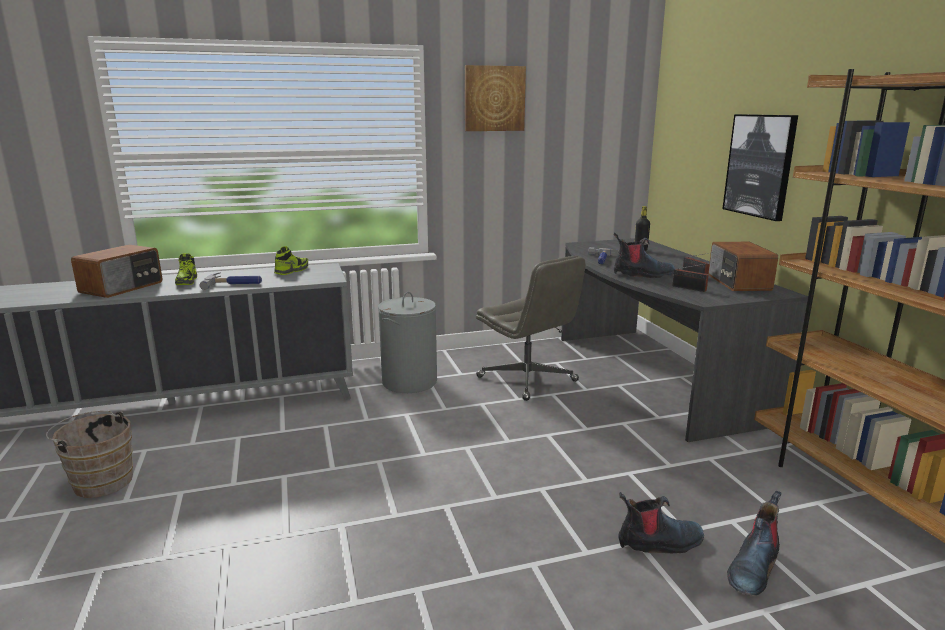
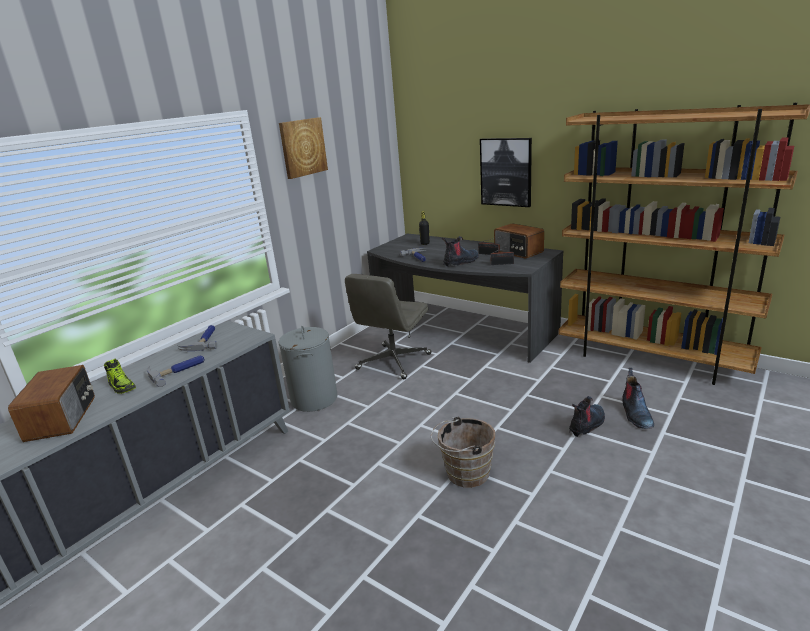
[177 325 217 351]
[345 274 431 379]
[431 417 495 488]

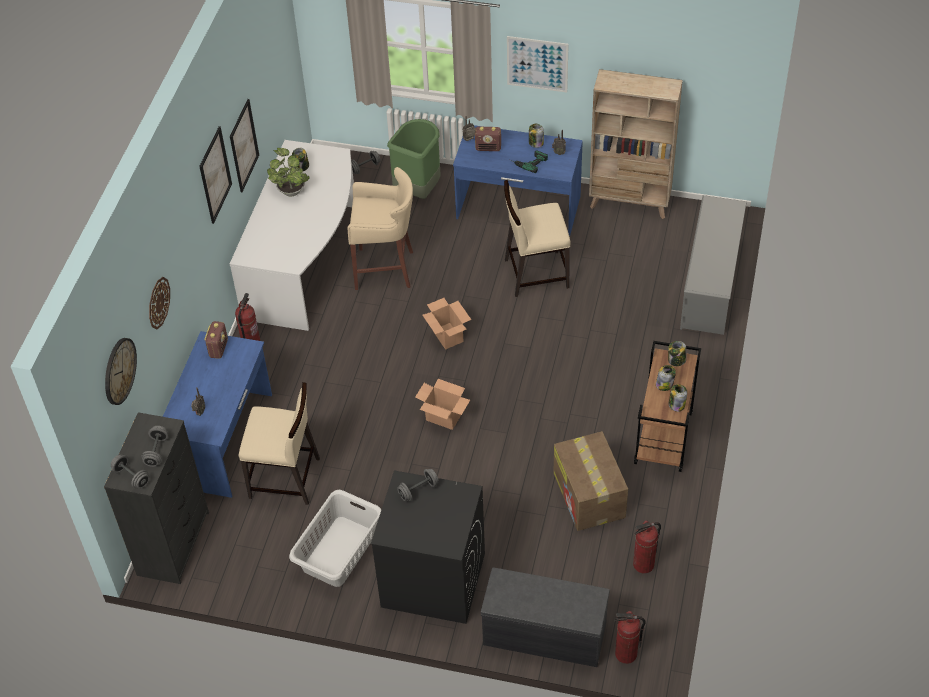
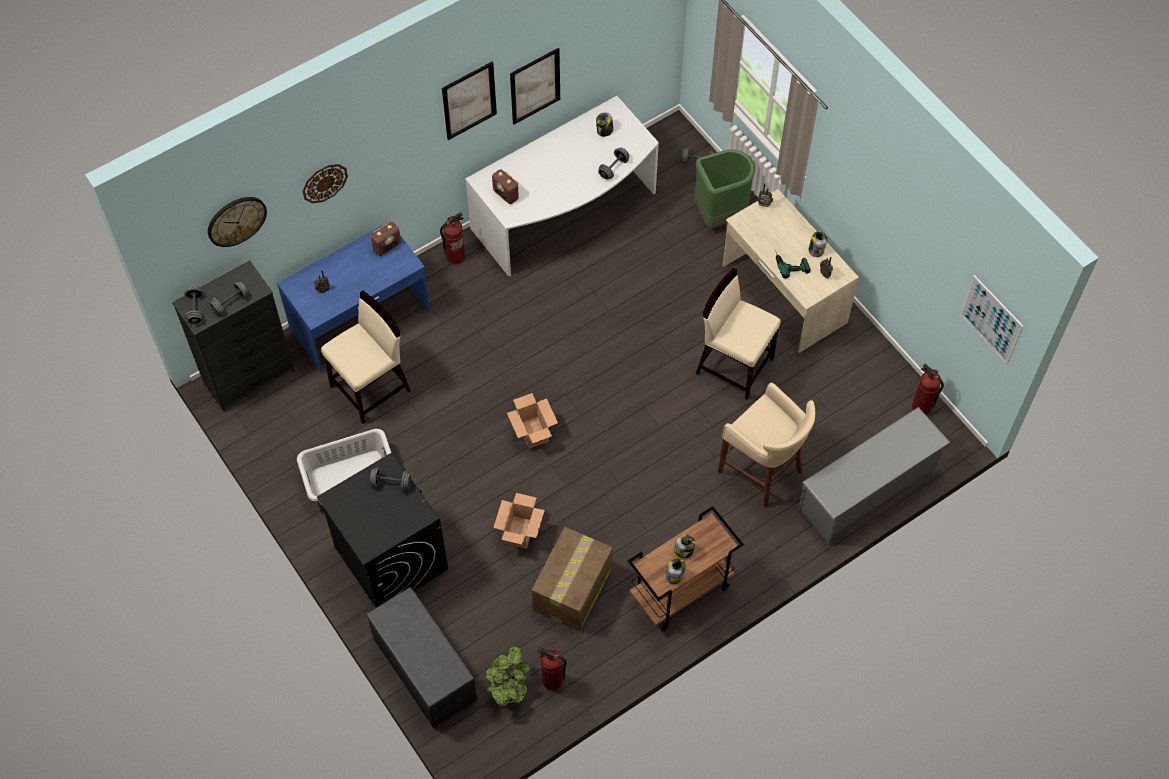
[960 275 1023 364]
[589 69 683 219] (first image)
[722 189 859 353]
[492 169 519 204]
[486 646 530 706]
[718 383 815 508]
[493 493 545 549]
[668 341 686 366] (first image)
[321 291 411 424]
[912 364 944 415]
[598 147 629 180]

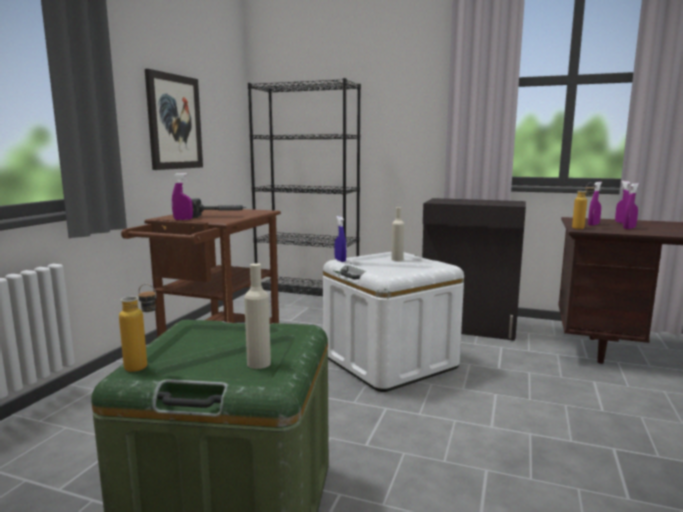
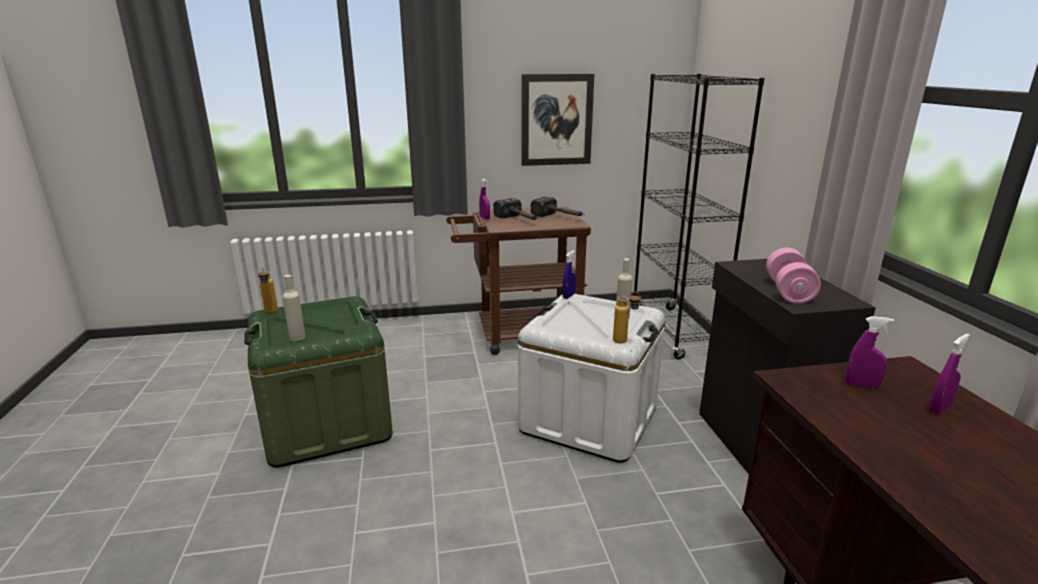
[613 292 641 344]
[623 183 639 229] (first image)
[531 197 585 217]
[766 247 821 304]

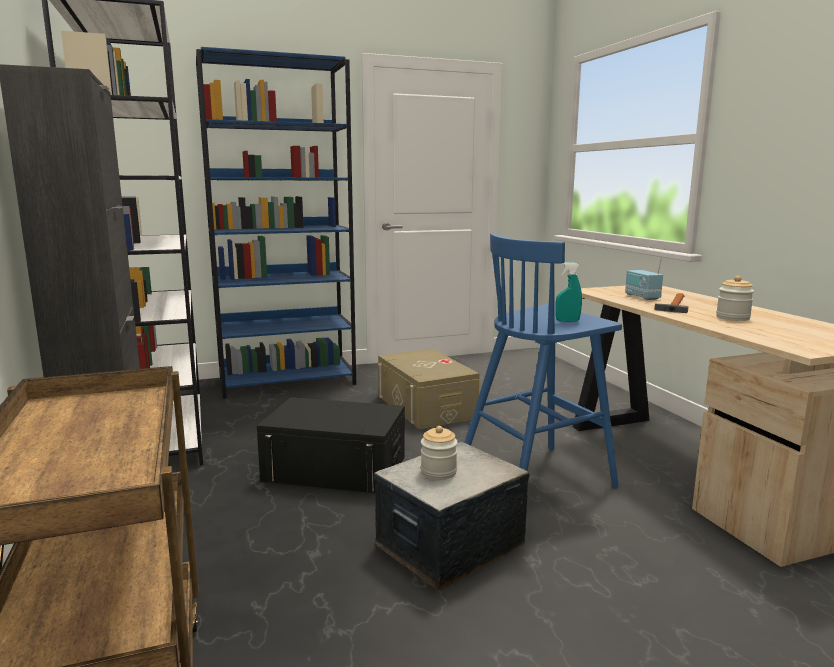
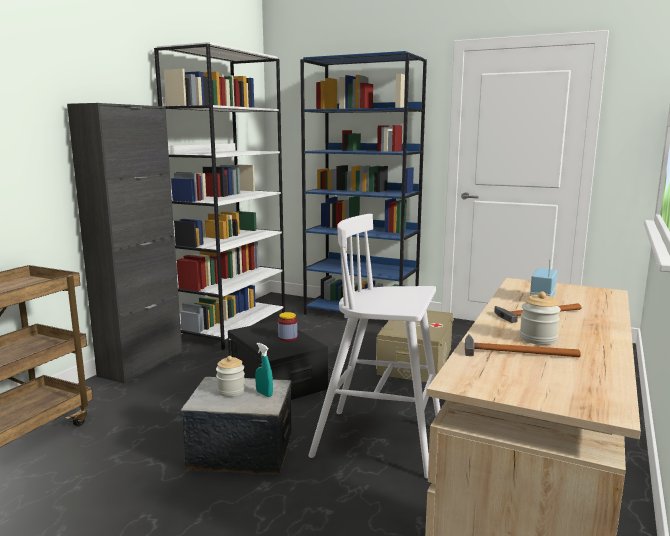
[309 214 440 479]
[255 343 273 397]
[278 312 298 341]
[465 334 581 357]

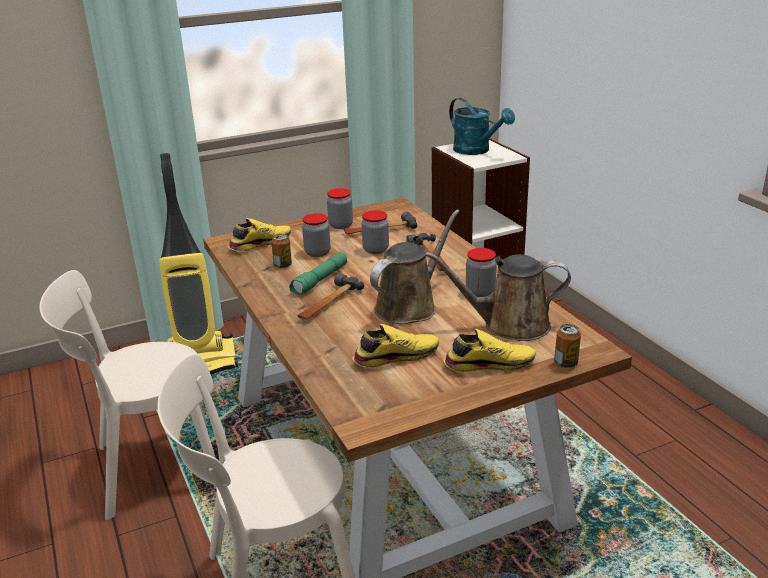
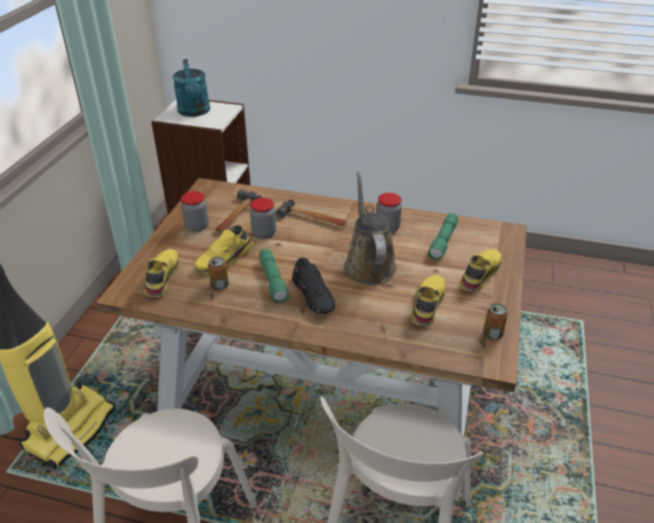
[172 59 210 117]
[194 225 253 273]
[428 213 458 260]
[292 257 335 315]
[483 303 508 340]

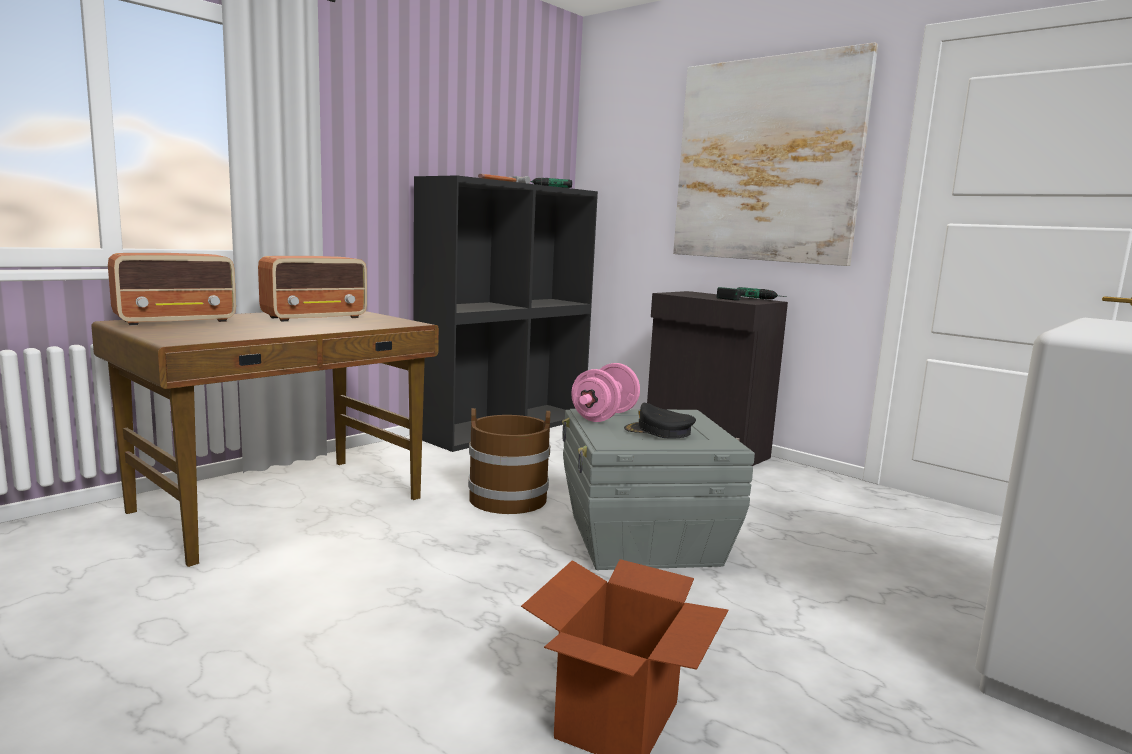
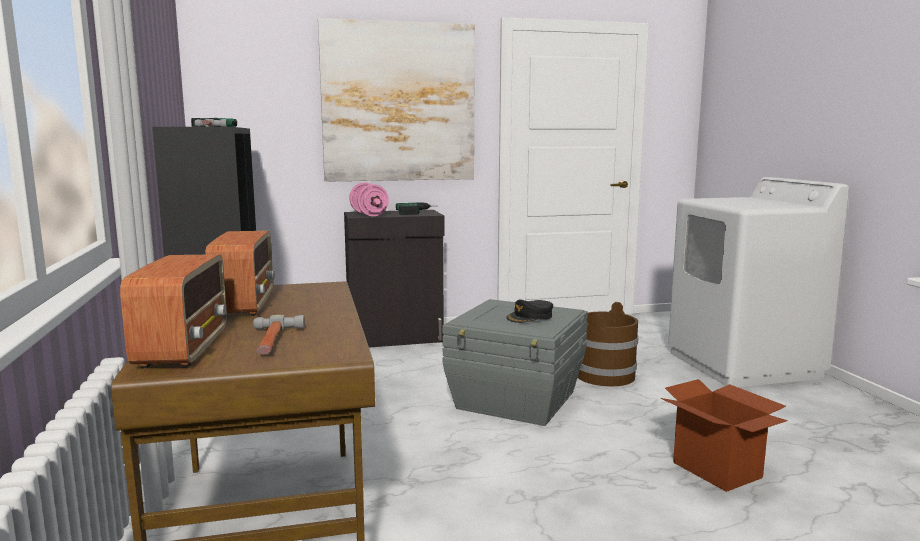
[349 182 389 216]
[578 302 638 386]
[253 315 305 354]

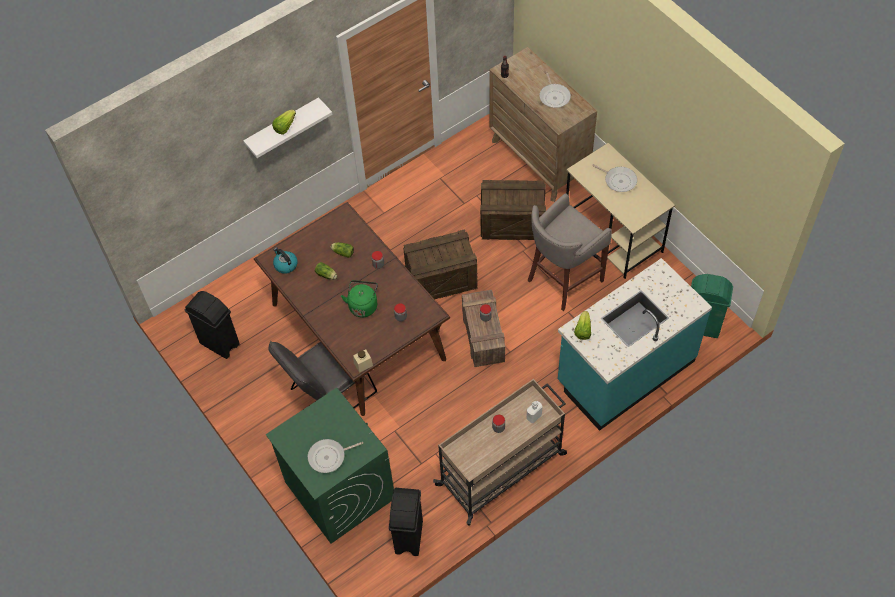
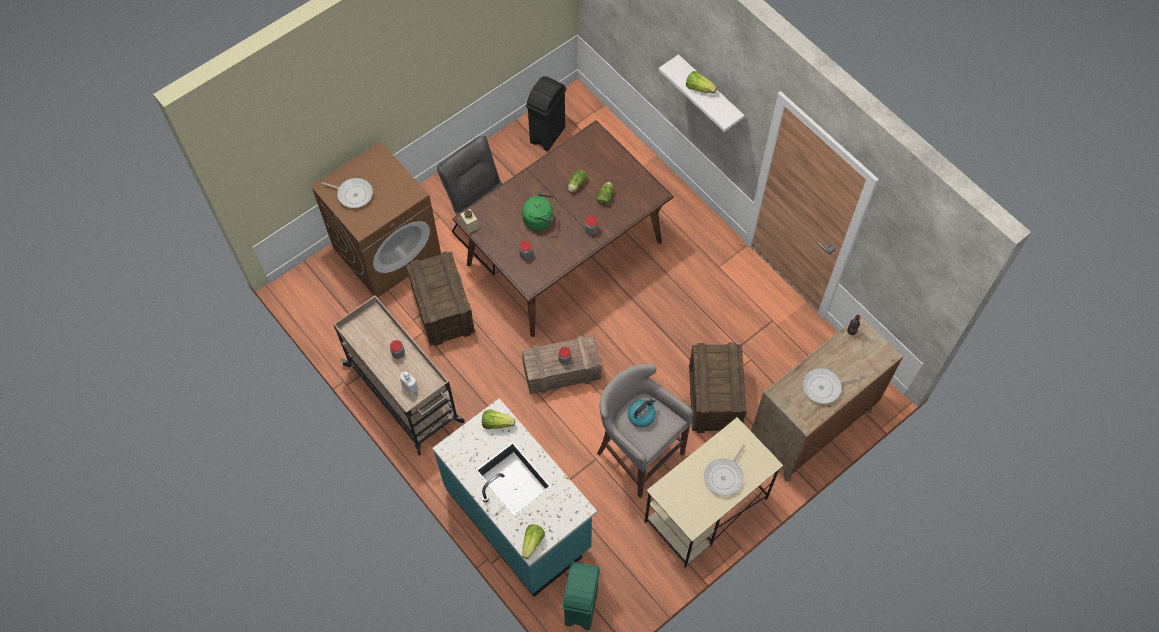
[406 251 475 346]
[628 397 656 427]
[311 141 441 298]
[321 178 373 208]
[389 488 423 556] (first image)
[522 524 545 559]

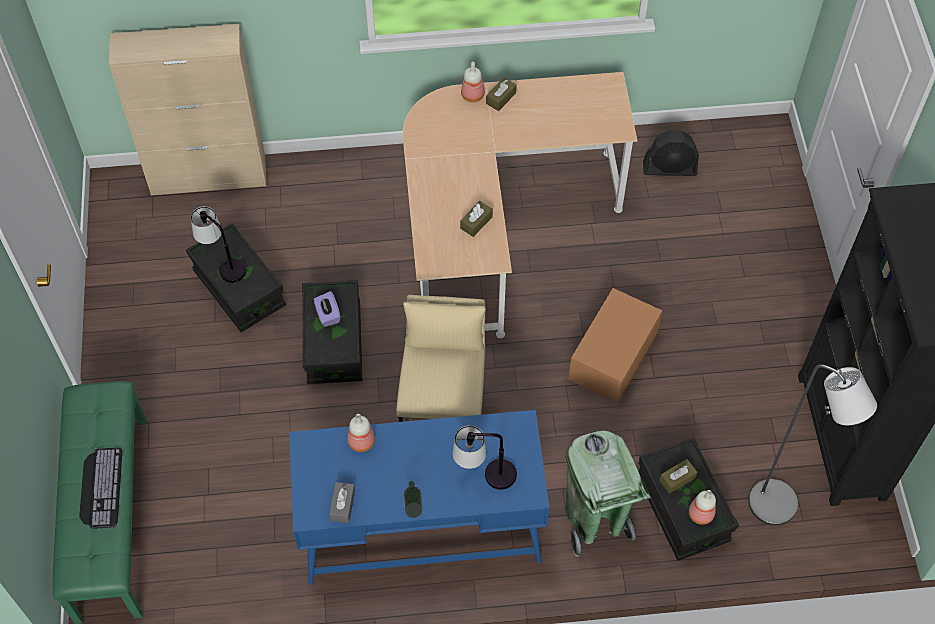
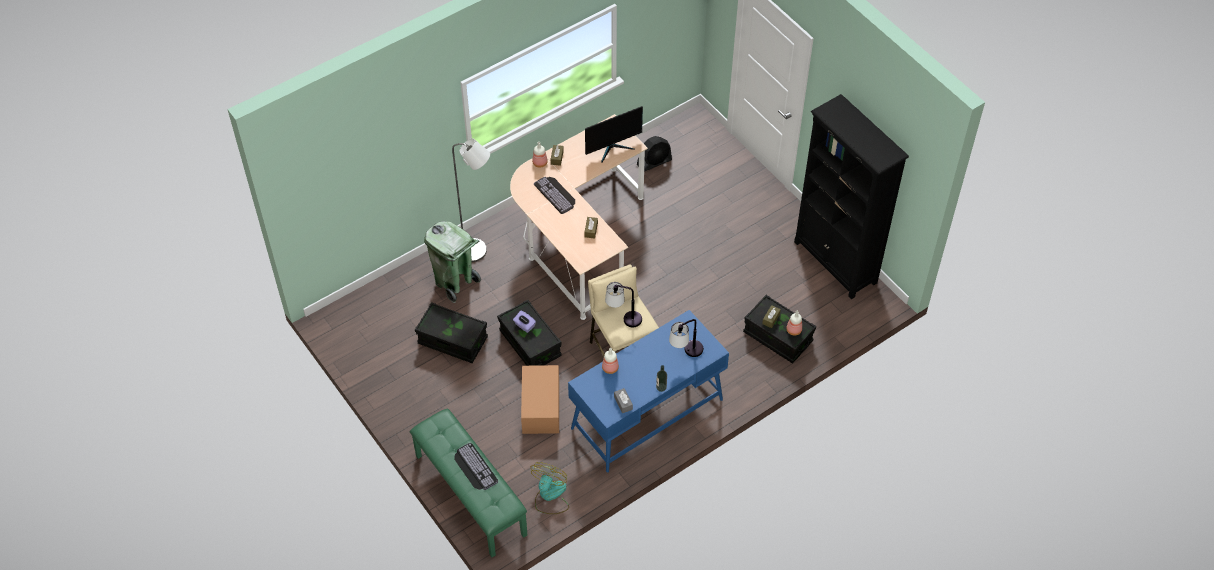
[109 24 266 195] (first image)
[605 282 642 327]
[521 365 559 434]
[452 138 490 262]
[424 221 481 303]
[585 106 643 162]
[534 177 575 214]
[530 462 569 514]

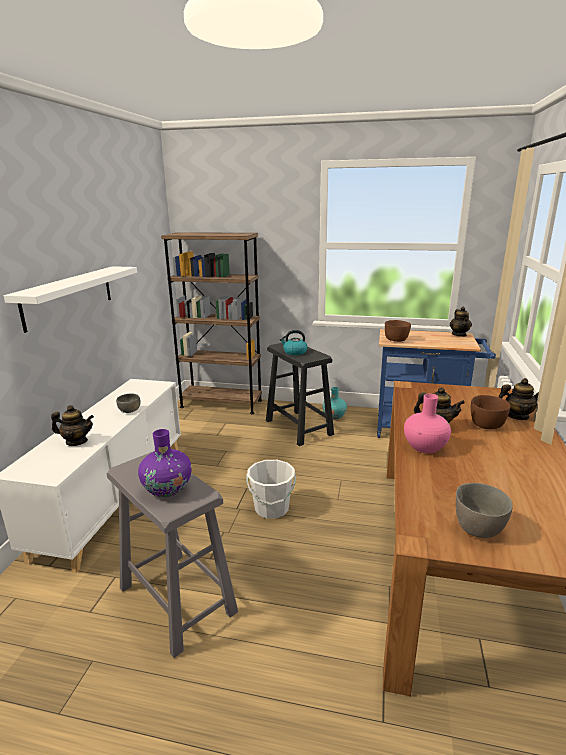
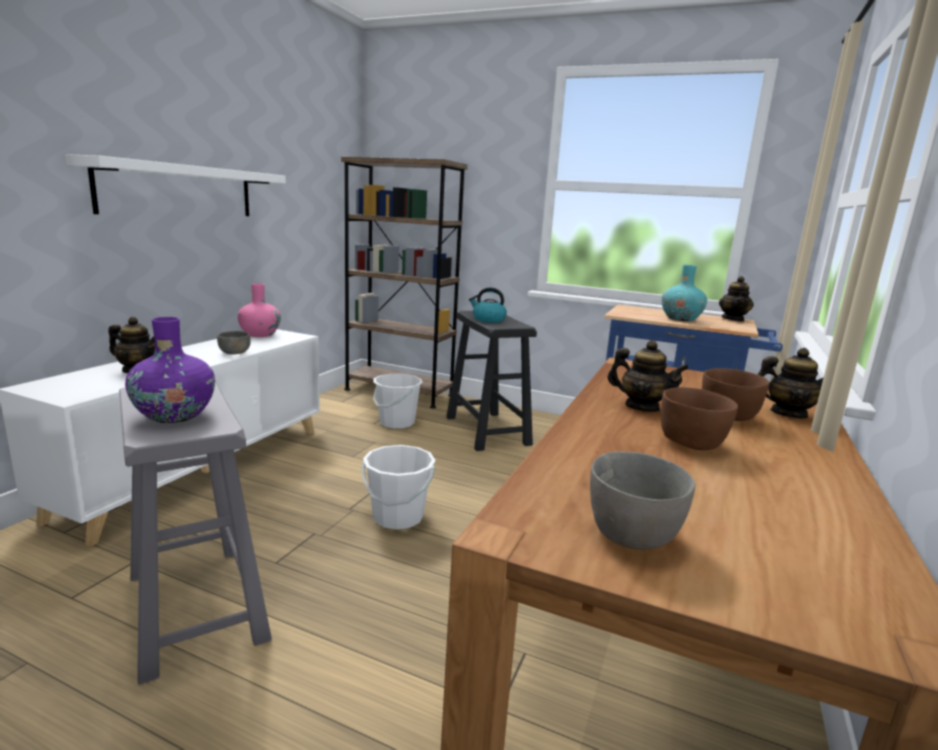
[661 387 738 450]
[662 265 707 321]
[238 283 281 337]
[373 374 423 429]

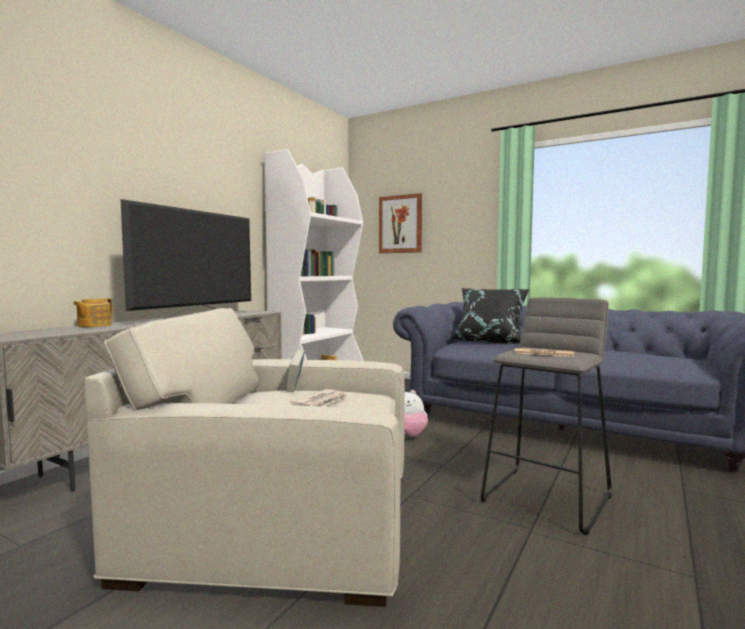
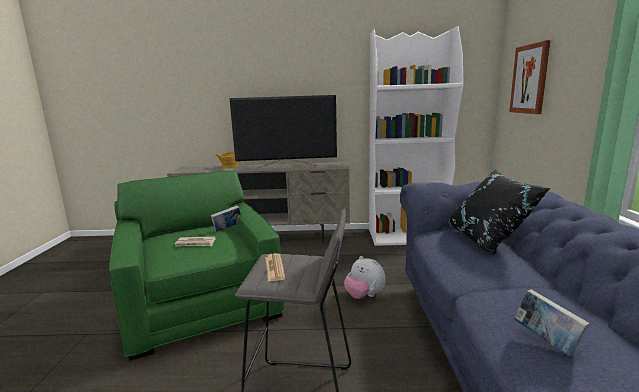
[109 170 285 361]
[514 289 589 356]

